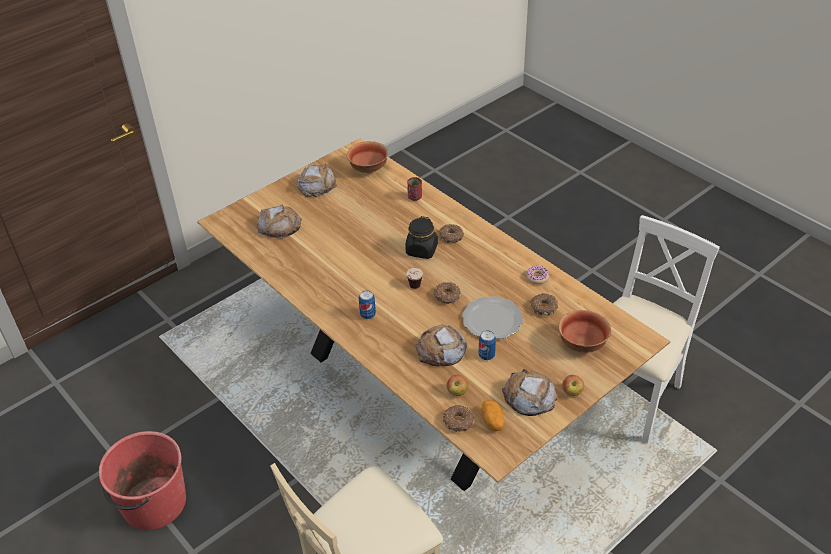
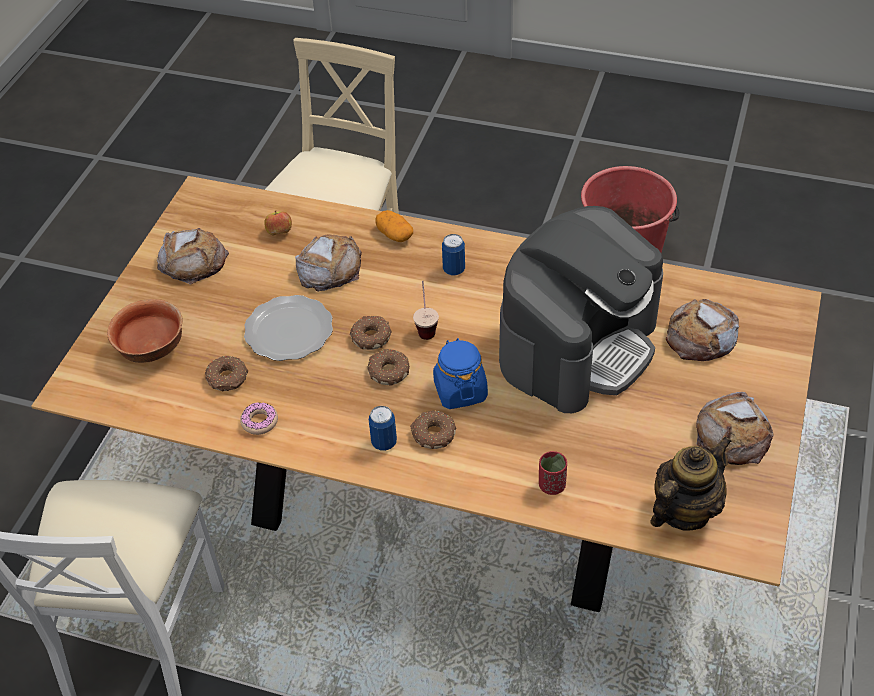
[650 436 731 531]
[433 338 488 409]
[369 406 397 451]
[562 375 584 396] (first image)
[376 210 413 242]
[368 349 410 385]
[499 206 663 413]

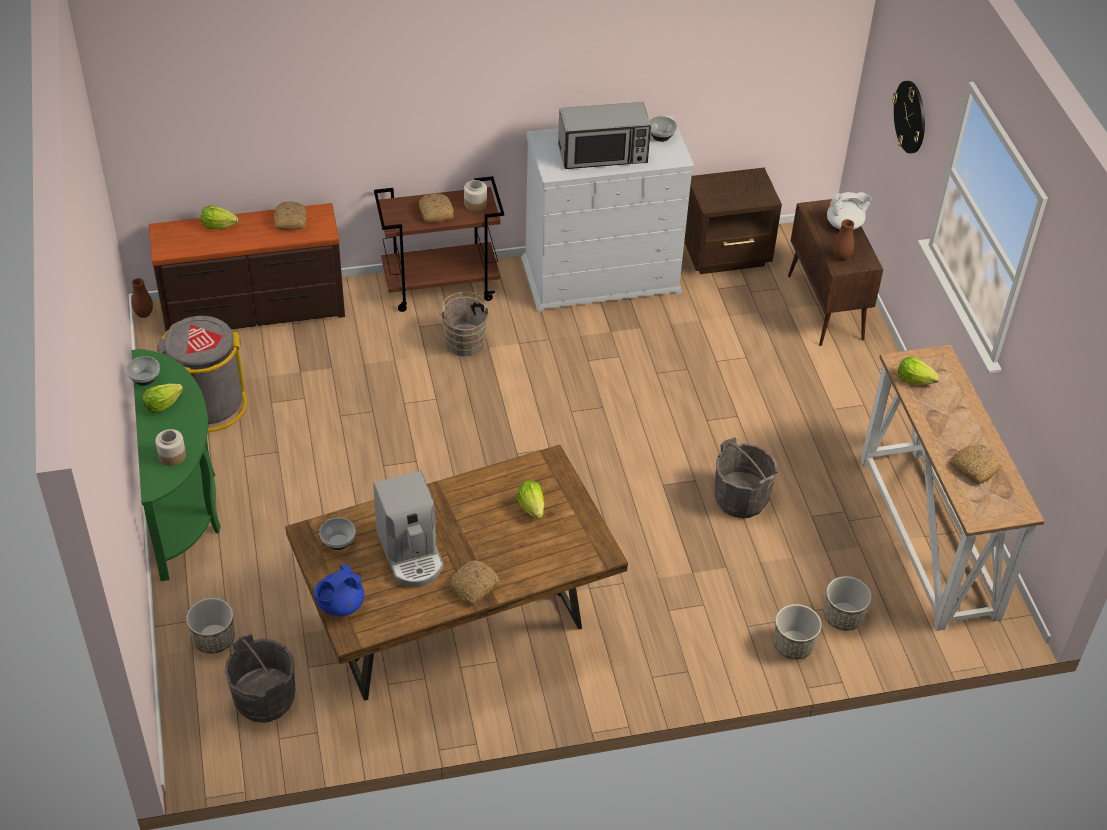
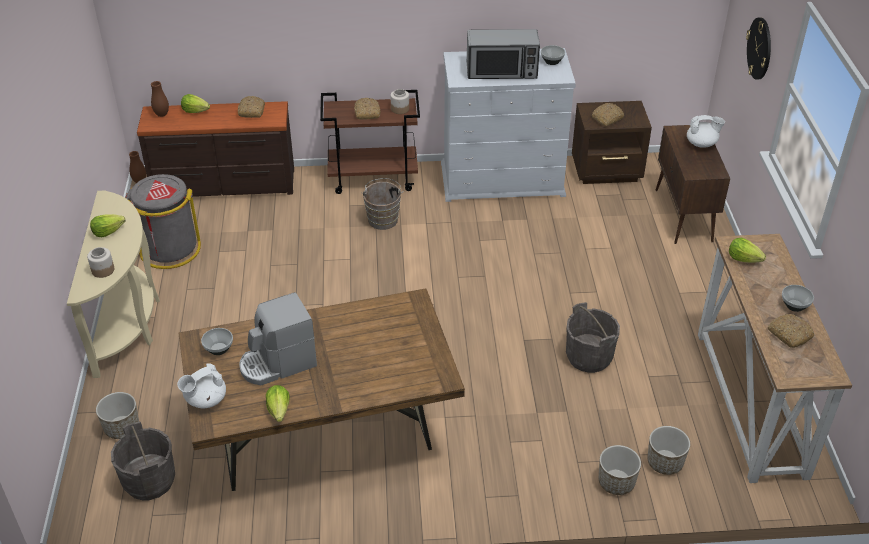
[151 81 169 117]
[67 191 160 378]
[782 285 814 312]
[239 292 317 385]
[266 385 290 422]
[592 103 624 126]
[177 363 226 408]

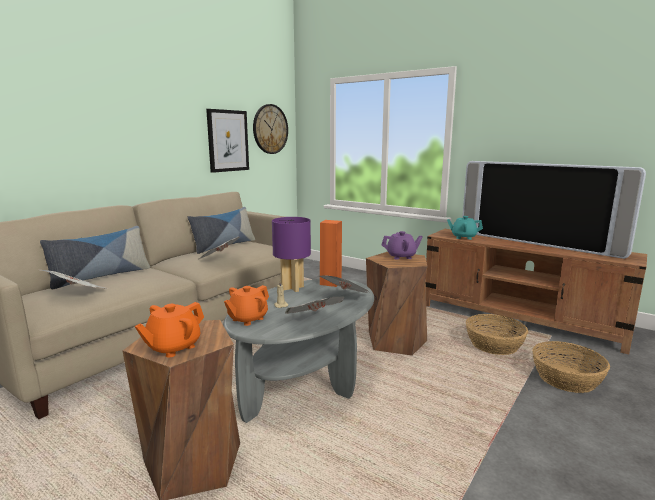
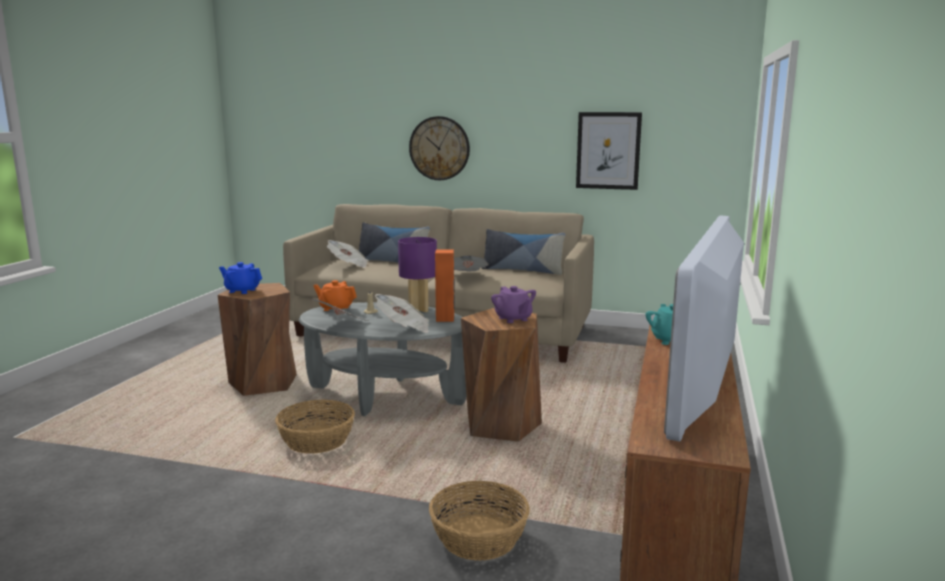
[409 116 470 180]
[219 262 262 294]
[275 400 355 454]

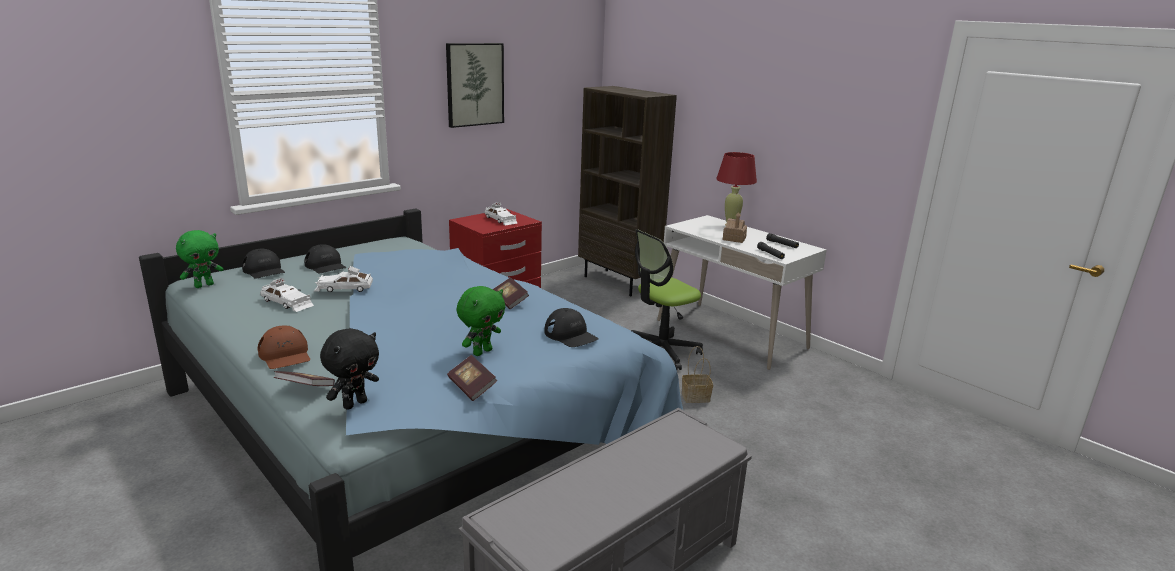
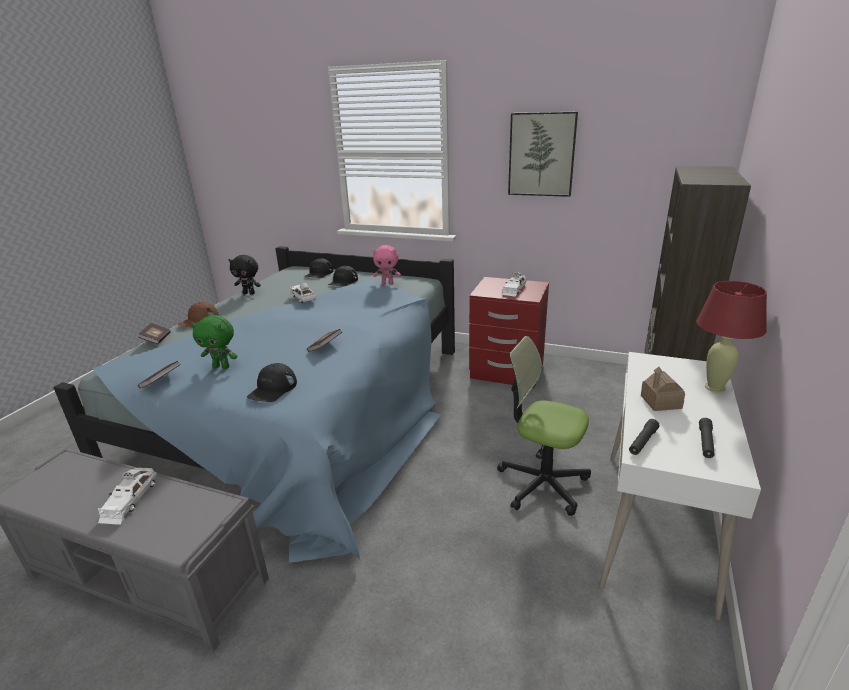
[176 230 224 288] (first image)
[98 468 158 525]
[229 255 261 295]
[682 346 713 403] (first image)
[373 245 401 285]

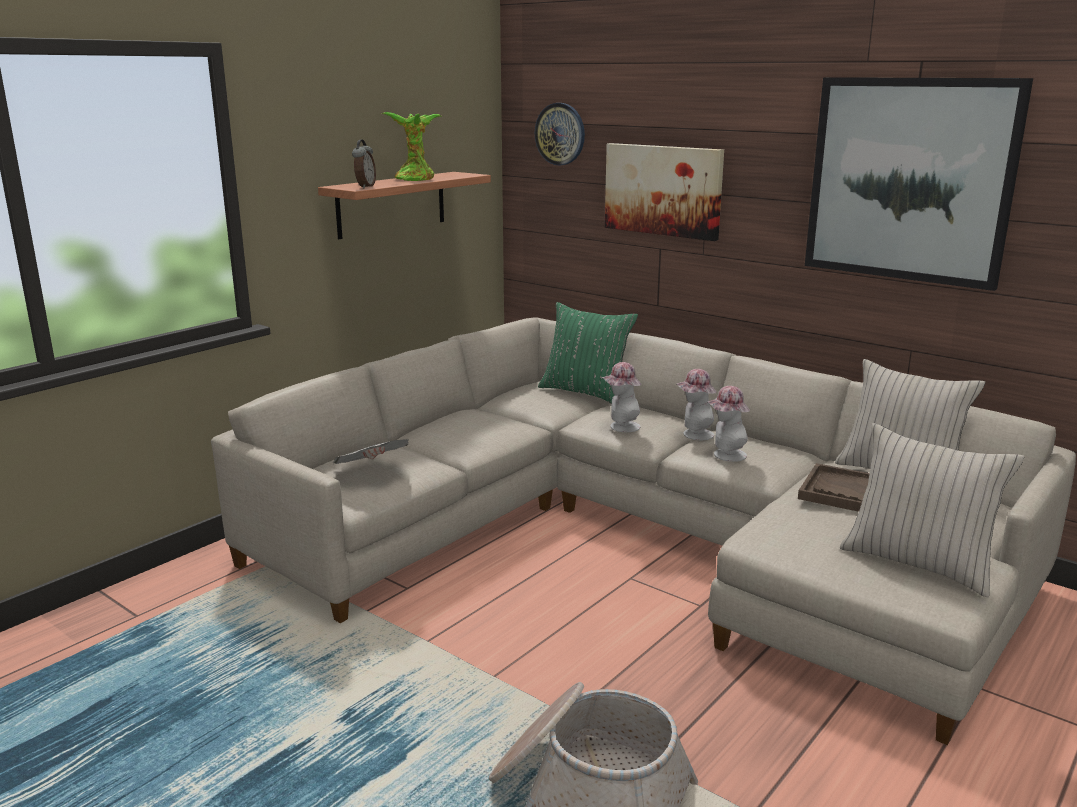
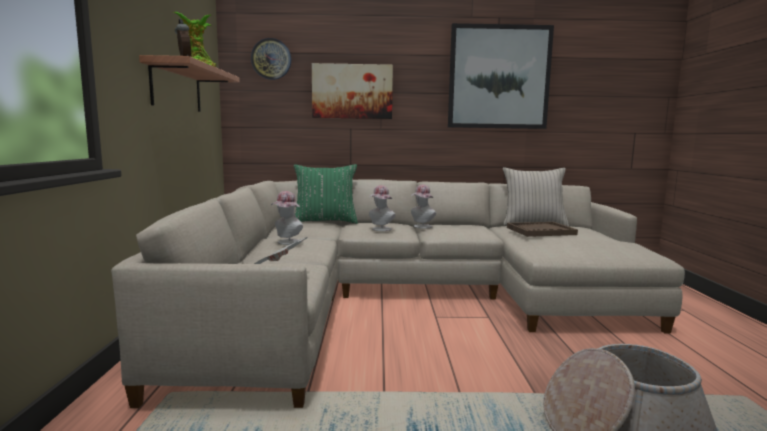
[271 191 303 245]
[840 423 1024 597] (first image)

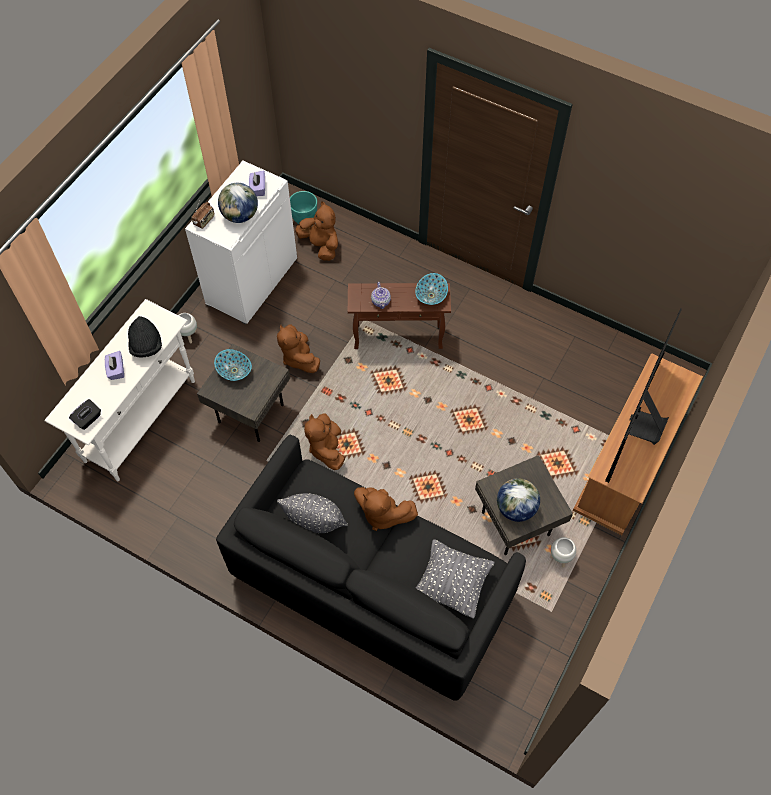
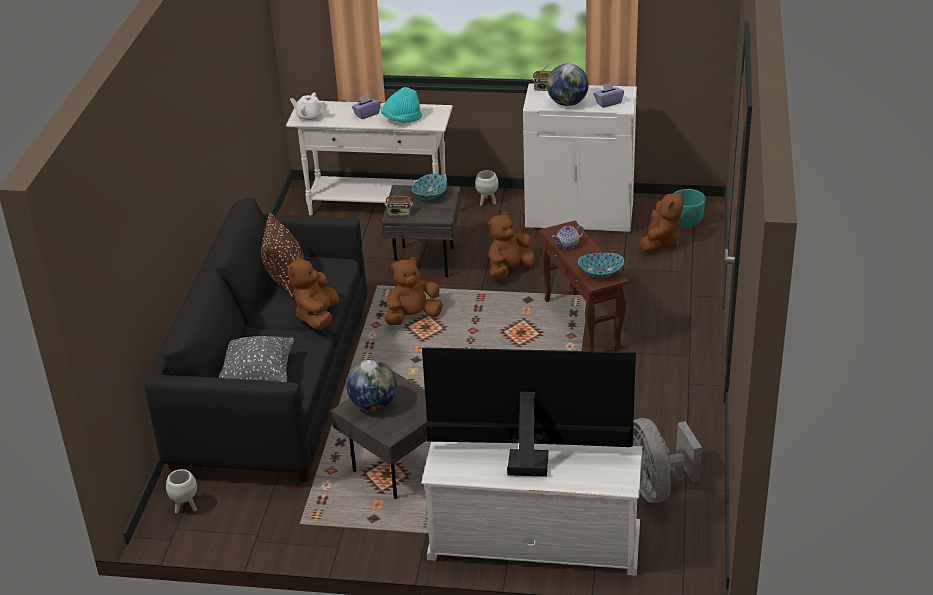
[381 87 422 123]
[421 442 642 576]
[290 92 327 122]
[261 213 304 298]
[166 469 197 514]
[385 187 413 216]
[633 418 702 503]

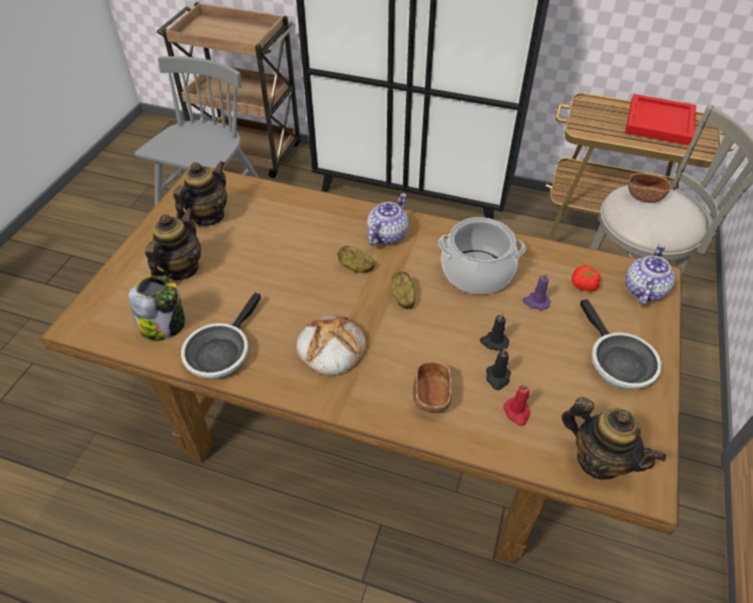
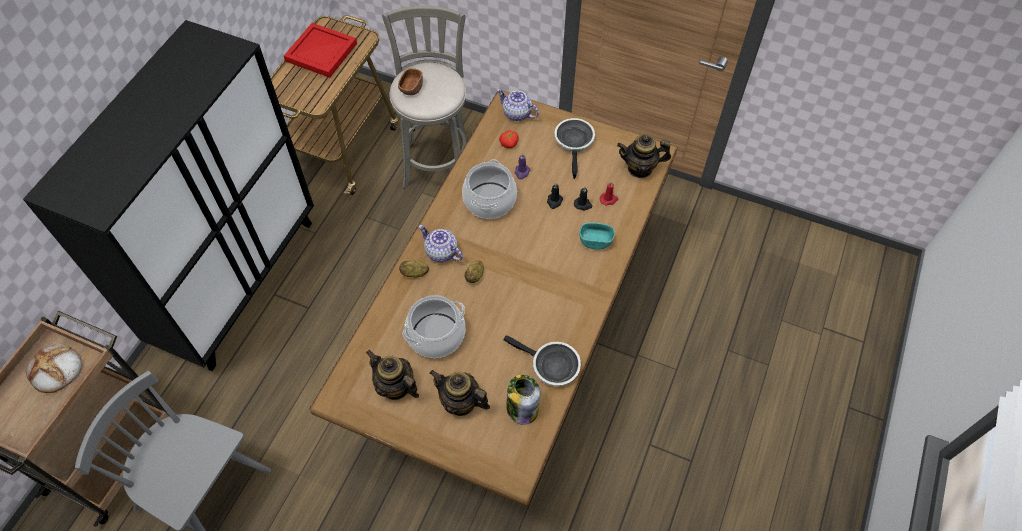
[399 261 429 278]
[554 118 595 179]
[26 344 82 393]
[579 222 615 249]
[617 135 671 178]
[402 295 465 358]

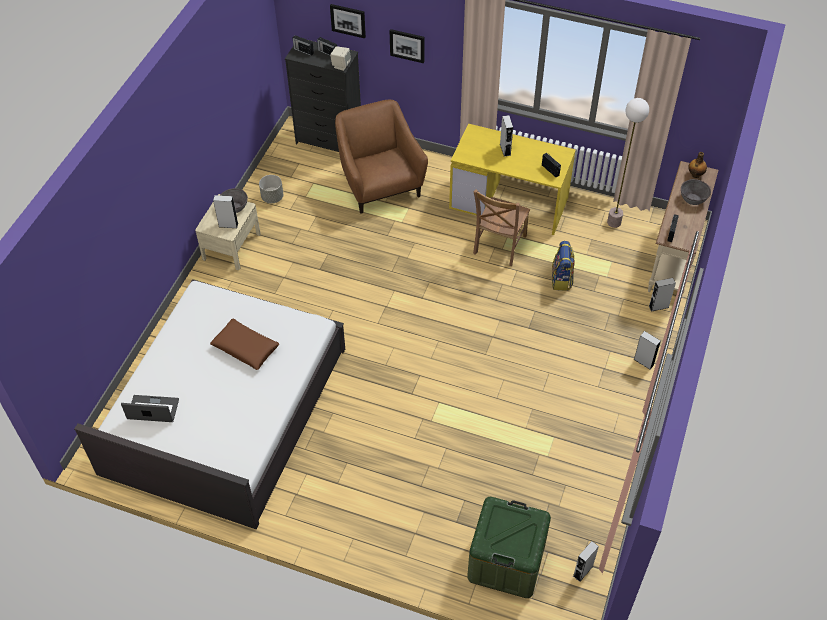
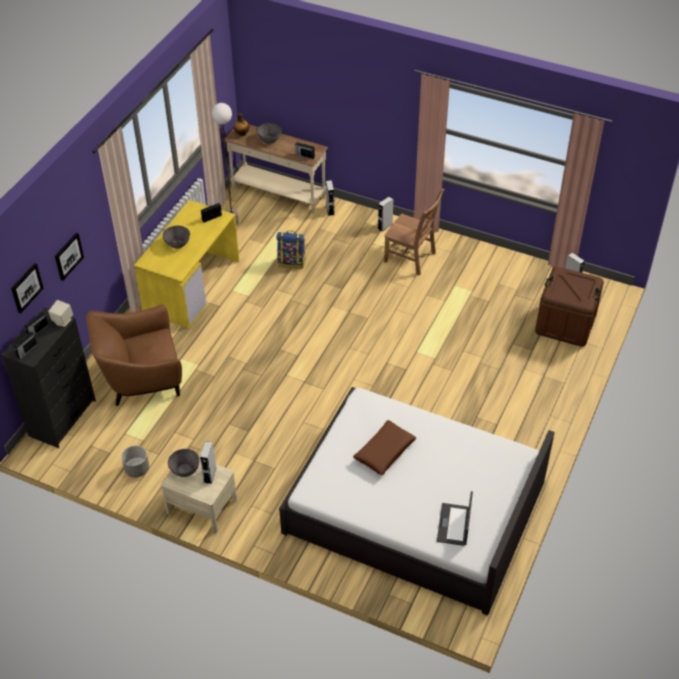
[163 226 190 248]
[384 189 445 275]
[535 266 604 346]

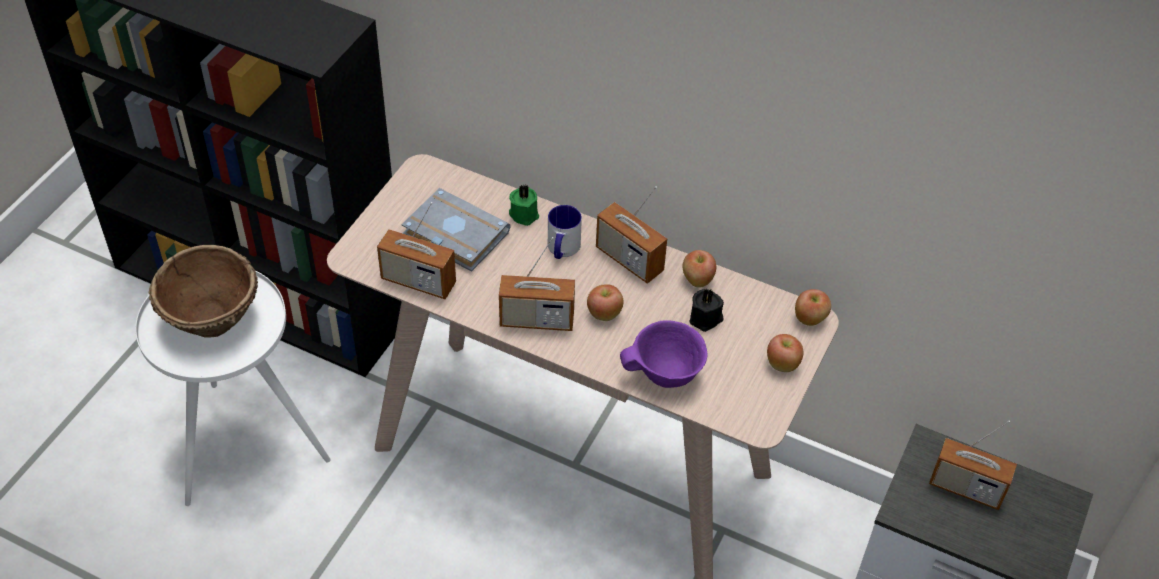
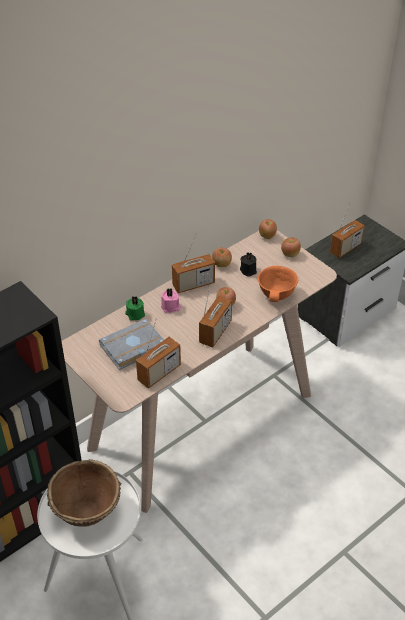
[161 288 181 313]
[258 266 298 302]

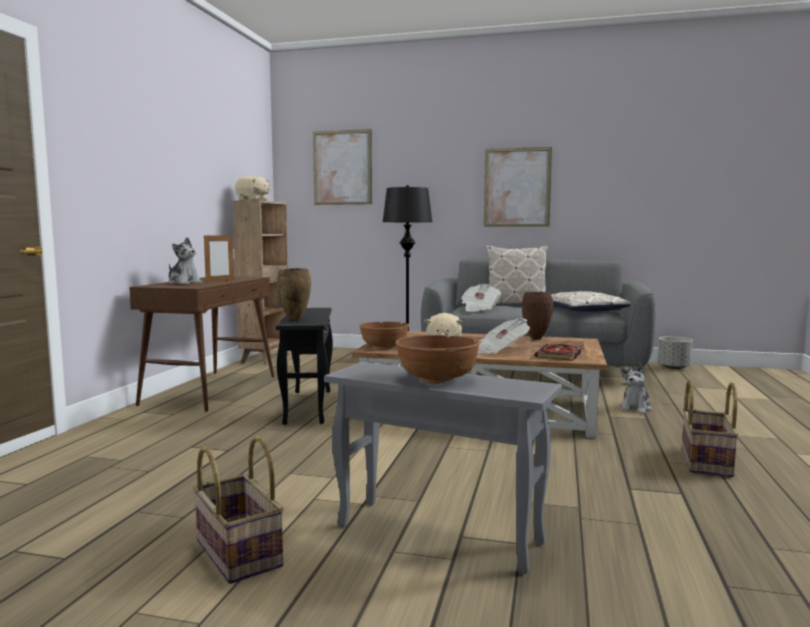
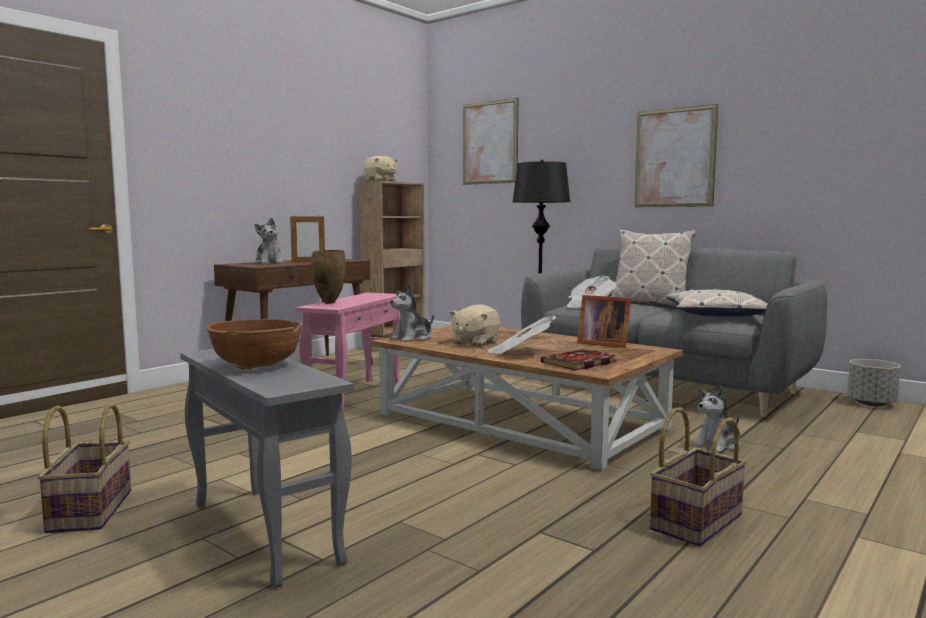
[577 295 631 348]
[295 293 403 412]
[390 284 434 342]

